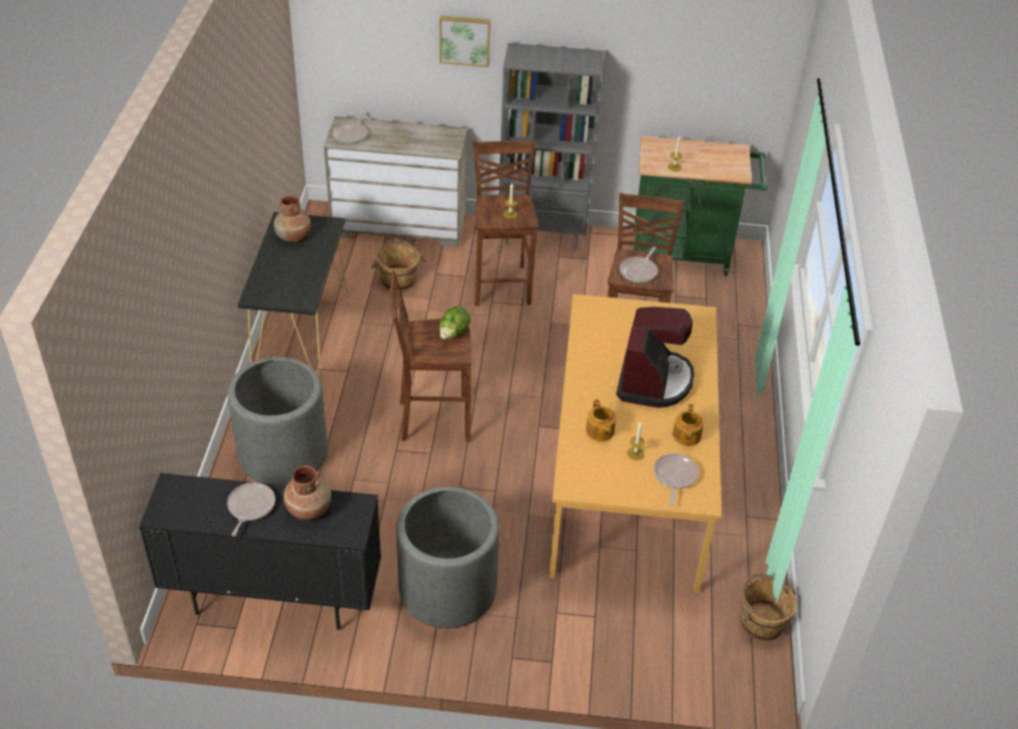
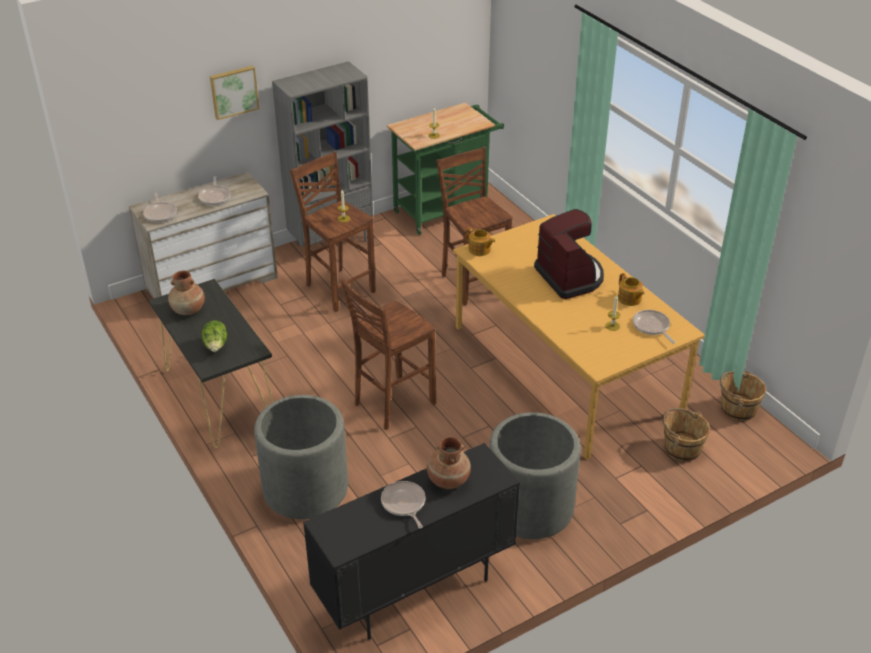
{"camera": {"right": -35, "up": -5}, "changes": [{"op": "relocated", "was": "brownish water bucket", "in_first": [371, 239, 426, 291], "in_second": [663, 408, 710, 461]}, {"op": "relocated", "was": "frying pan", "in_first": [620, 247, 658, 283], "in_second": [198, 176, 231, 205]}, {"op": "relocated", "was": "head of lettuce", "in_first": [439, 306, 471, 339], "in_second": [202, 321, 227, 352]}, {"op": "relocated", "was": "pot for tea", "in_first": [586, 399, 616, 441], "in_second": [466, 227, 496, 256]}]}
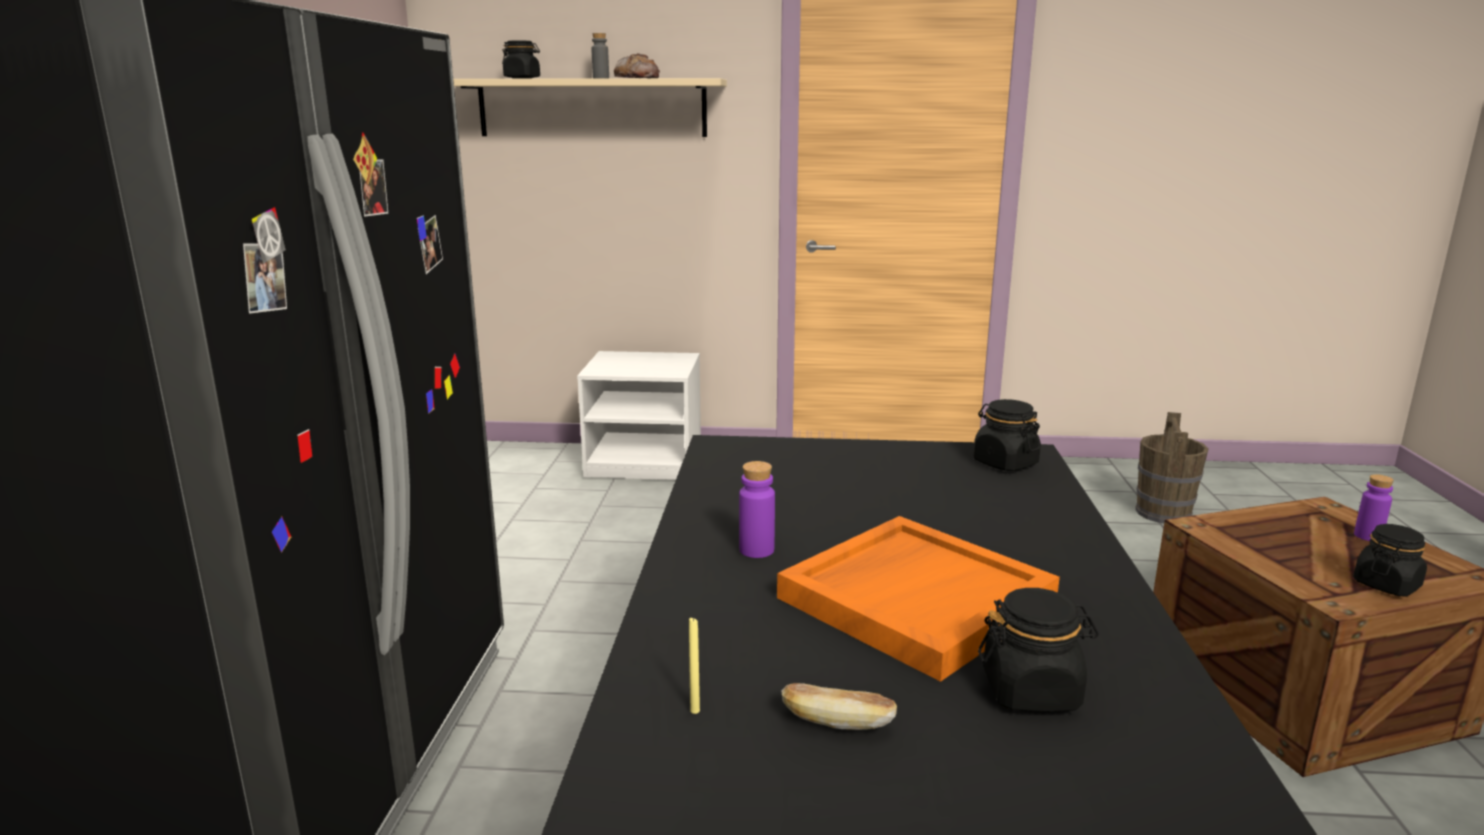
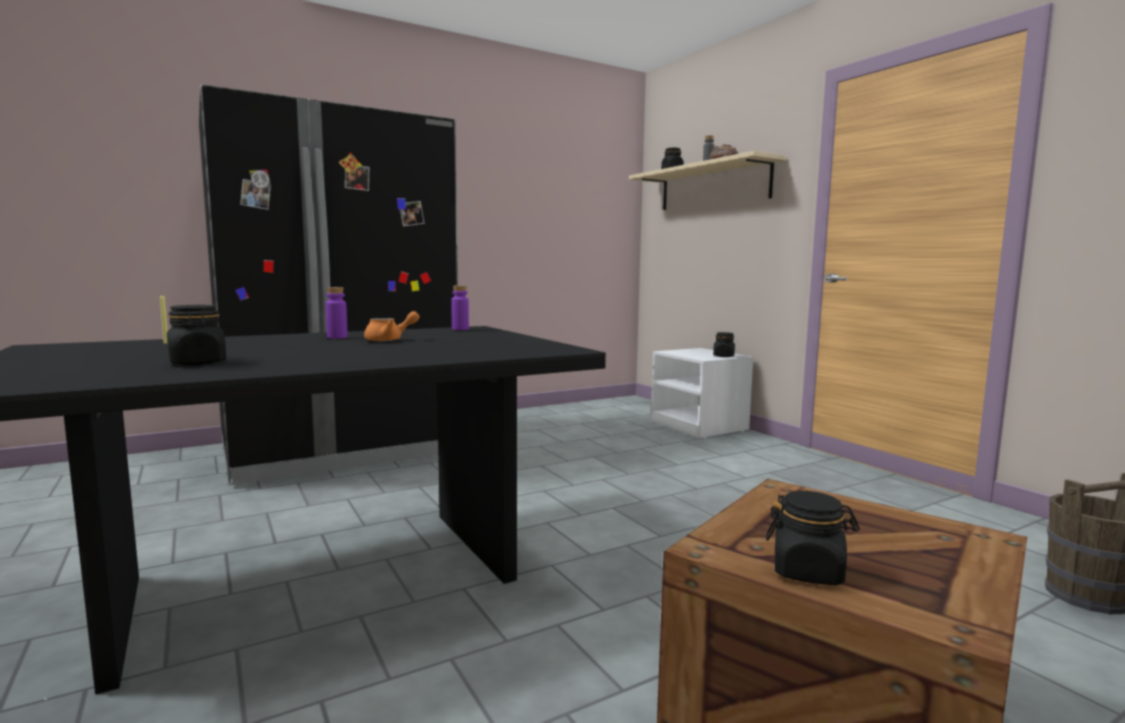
{"camera": {"right": 55, "up": -10}, "changes": [{"op": "relocated", "was": "black storage jar", "in_first": [973, 399, 1041, 471], "in_second": [713, 332, 735, 357]}, {"op": "relocated", "was": "purplish beverage bottle", "in_first": [1354, 474, 1394, 541], "in_second": [451, 286, 469, 330]}, {"op": "missing", "was": "orange carrying tray", "in_first": [777, 516, 1060, 682]}, {"op": "missing", "was": "bread", "in_first": [782, 683, 897, 730]}, {"op": "appeared", "now": "orange pot for tea", "in_second": [364, 311, 419, 342]}]}
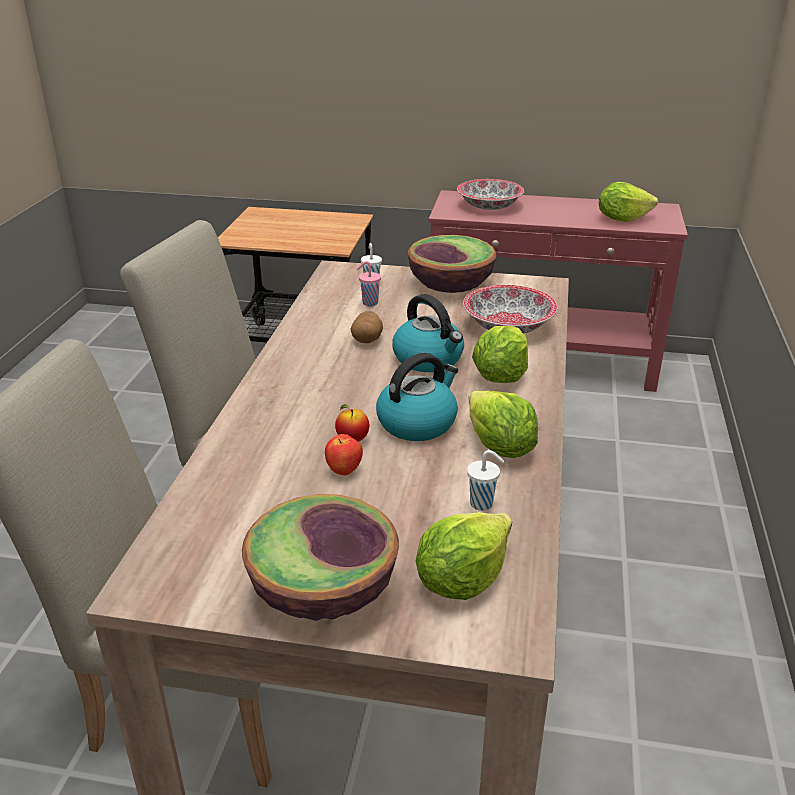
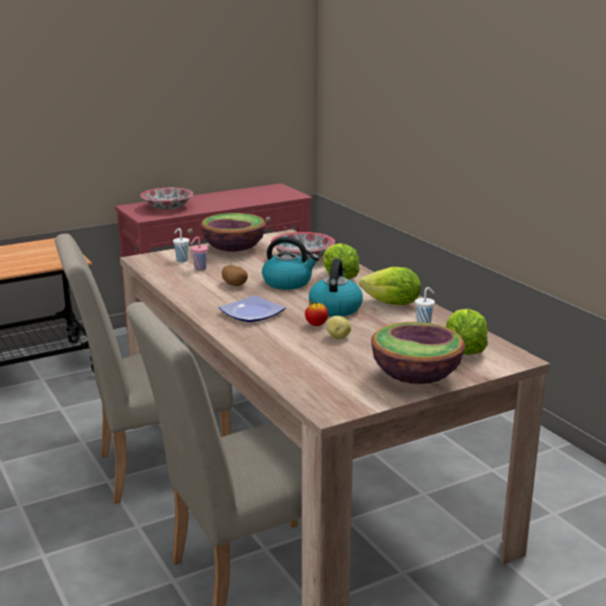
{"camera": {"right": -40, "up": -10}, "changes": [{"op": "missing", "was": "head of lettuce", "in_first": [599, 182, 658, 222]}, {"op": "exchanged", "was": "apple", "now": "potato", "in_first": [325, 434, 363, 475], "in_second": [326, 316, 351, 339]}, {"op": "appeared", "now": "flat dish", "in_second": [218, 295, 286, 322]}]}
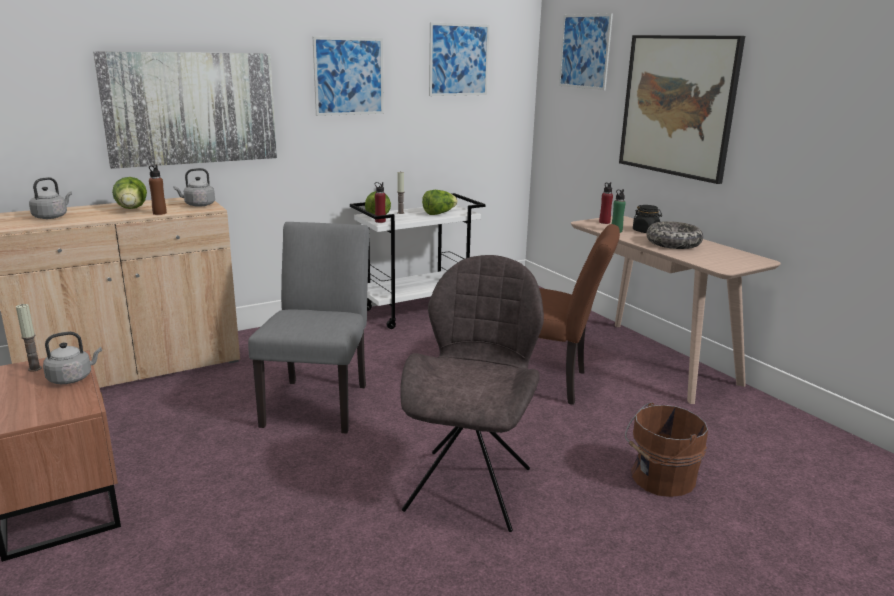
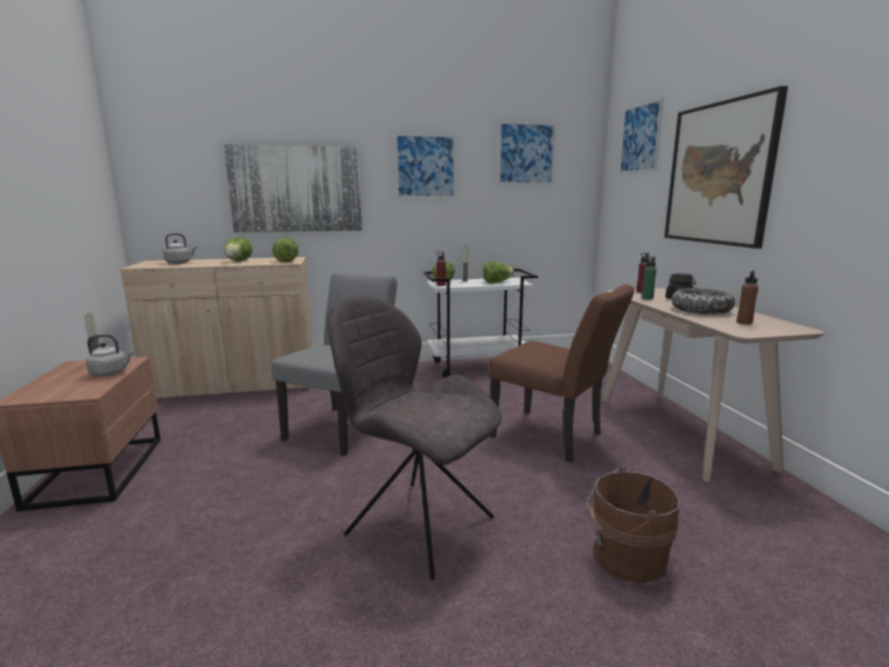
{"camera": {"right": 20, "up": -5}, "changes": [{"op": "relocated", "was": "brownish beverage bottle", "in_first": [149, 165, 167, 215], "in_second": [736, 271, 758, 325]}, {"op": "exchanged", "was": "grey water kettle", "now": "head of lettuce", "in_first": [173, 168, 215, 207], "in_second": [272, 238, 298, 262]}, {"op": "spun", "was": "grey chair", "in_first": [400, 255, 544, 532], "in_second": [327, 297, 502, 580], "clockwise": -90}]}
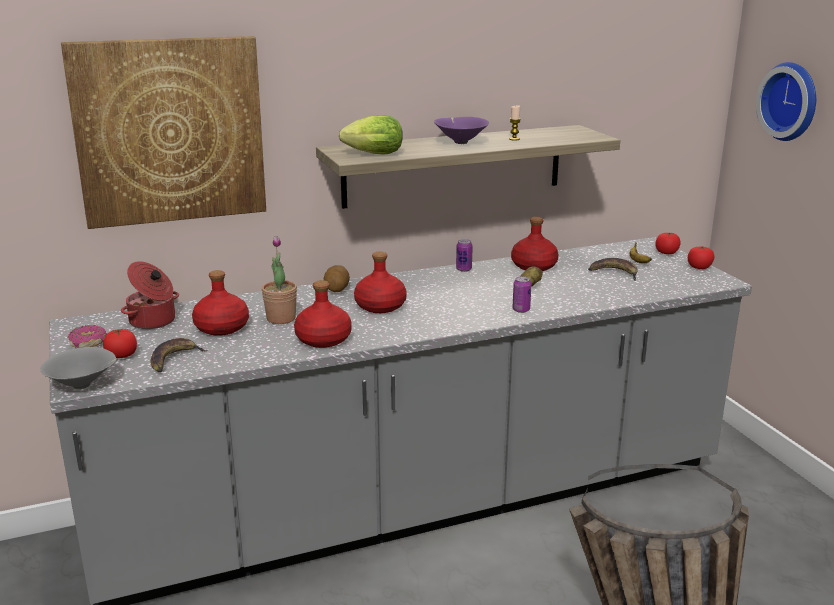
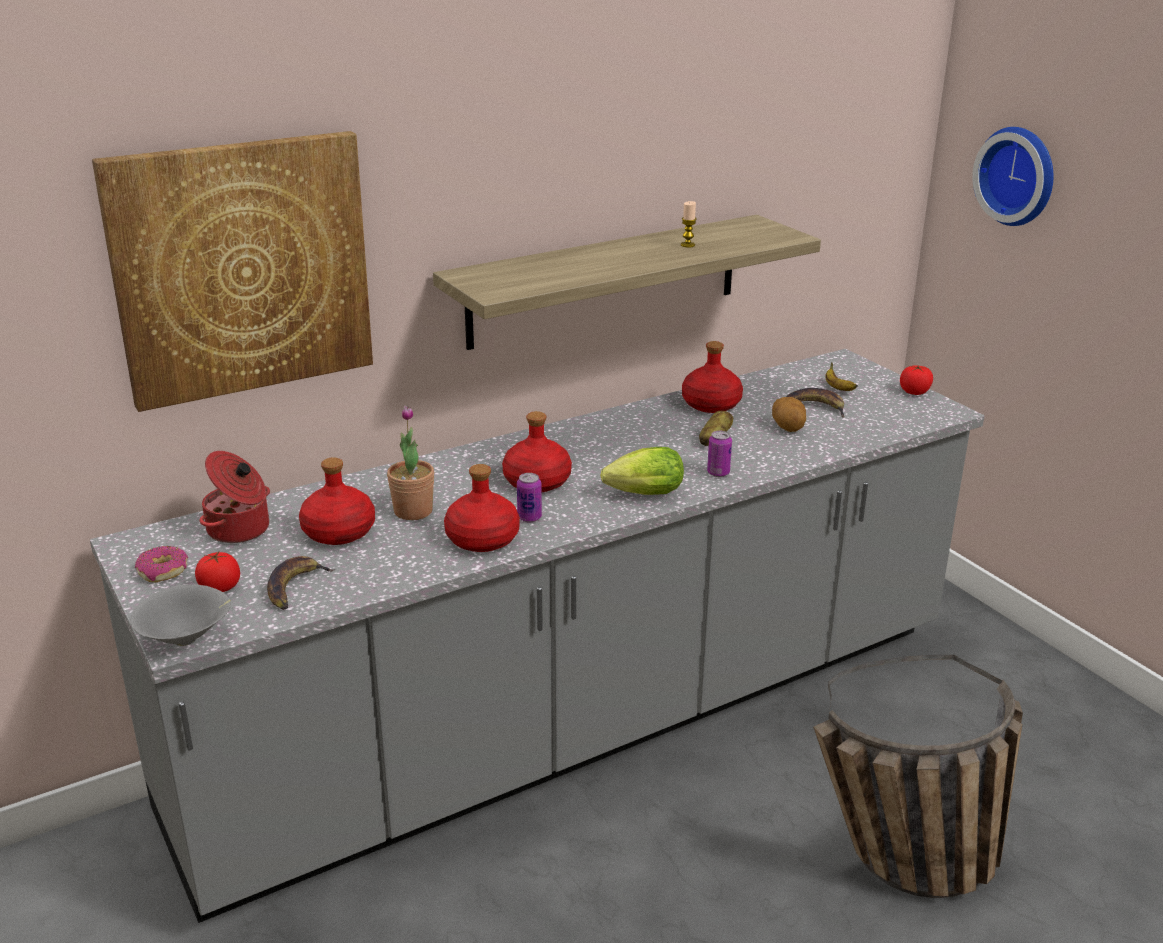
{"camera": {"right": -10, "up": 5}, "changes": [{"op": "relocated", "was": "head of lettuce", "in_first": [339, 115, 403, 155], "in_second": [600, 447, 684, 495]}, {"op": "missing", "was": "purplish bowl", "in_first": [434, 117, 489, 144]}, {"op": "missing", "was": "fresh tomato", "in_first": [655, 232, 681, 254]}, {"op": "relocated", "was": "sealed can", "in_first": [456, 239, 473, 272], "in_second": [517, 473, 542, 522]}, {"op": "relocated", "was": "potato", "in_first": [324, 265, 350, 292], "in_second": [772, 397, 806, 432]}]}
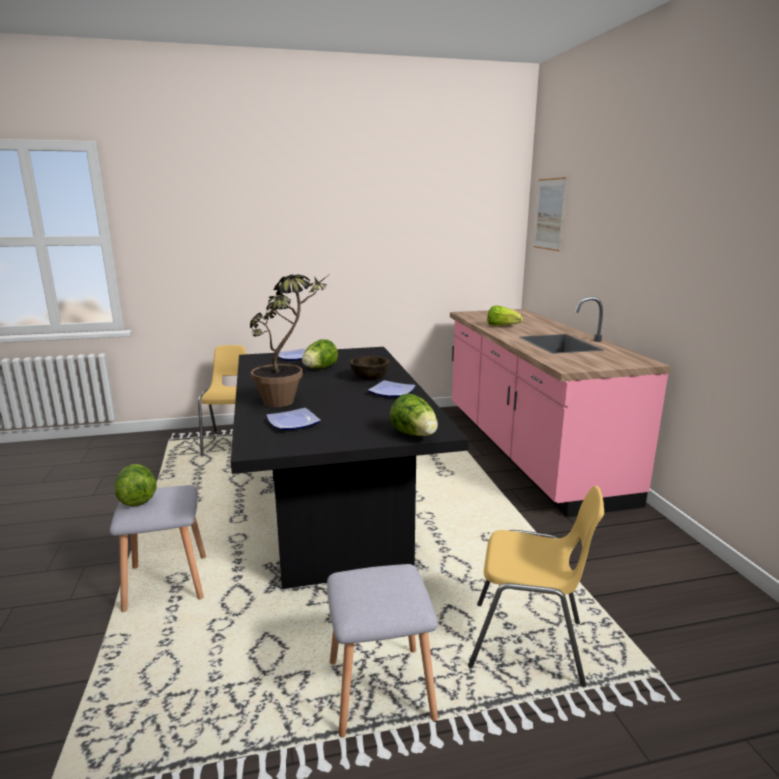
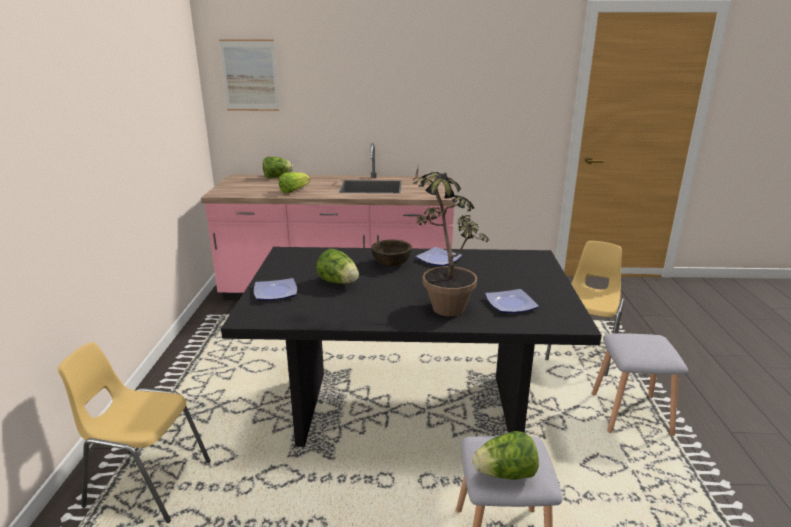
{"camera": {"right": -75, "up": 5}, "changes": [{"op": "relocated", "was": "head of lettuce", "in_first": [390, 393, 438, 436], "in_second": [263, 157, 293, 178]}]}
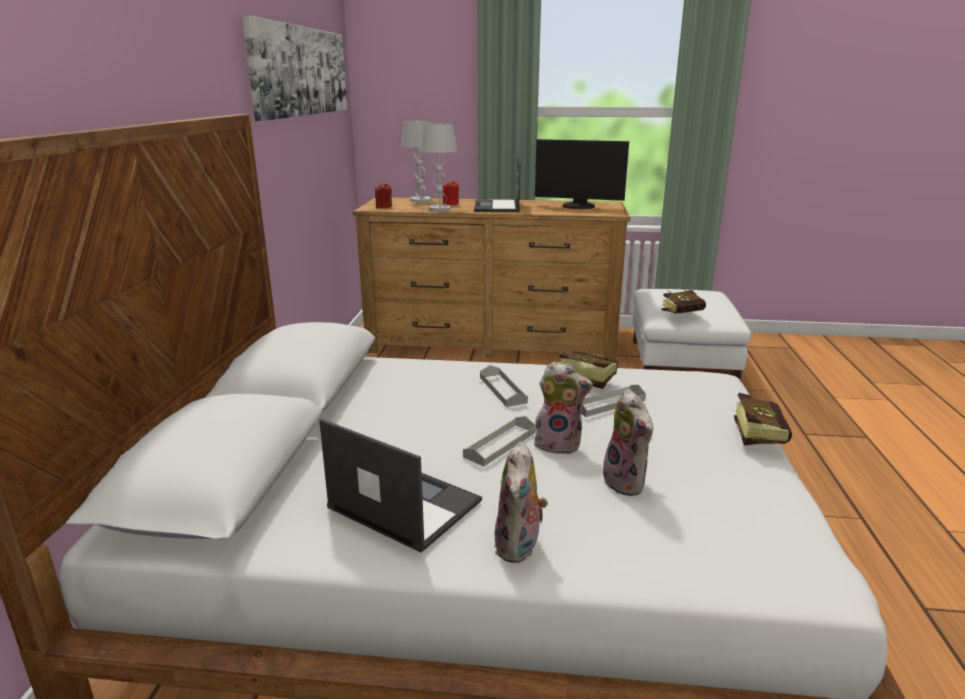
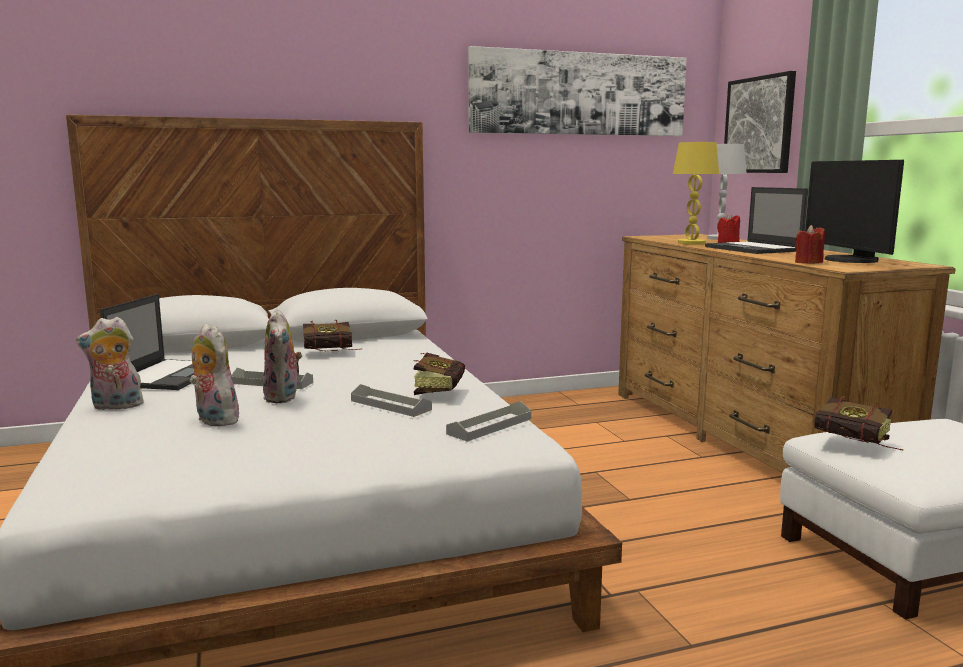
{"camera": {"right": 65, "up": -10}, "changes": [{"op": "colour", "was": "white-coloured tabletop lamp", "now": "yellowish tabletop lamp", "in_first": [420, 123, 458, 211], "in_second": [673, 142, 719, 245]}, {"op": "spun", "was": "notebook computer", "in_first": [474, 157, 520, 212], "in_second": [705, 187, 808, 254], "clockwise": -90}, {"op": "relocated", "was": "red candle", "in_first": [374, 183, 392, 208], "in_second": [795, 225, 825, 264]}, {"op": "relocated", "was": "grey carrying tray", "in_first": [480, 365, 528, 407], "in_second": [446, 401, 531, 442]}, {"op": "spun", "was": "cuddly toy", "in_first": [603, 389, 653, 496], "in_second": [189, 324, 240, 426], "clockwise": 90}, {"op": "relocated", "was": "bound book", "in_first": [734, 393, 792, 446], "in_second": [303, 320, 363, 351]}, {"op": "appeared", "now": "wall picture", "in_second": [724, 71, 796, 173]}]}
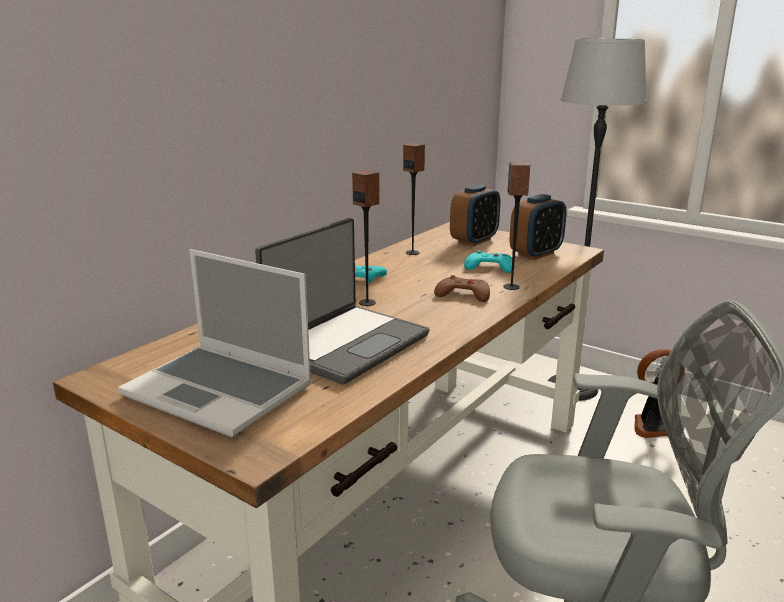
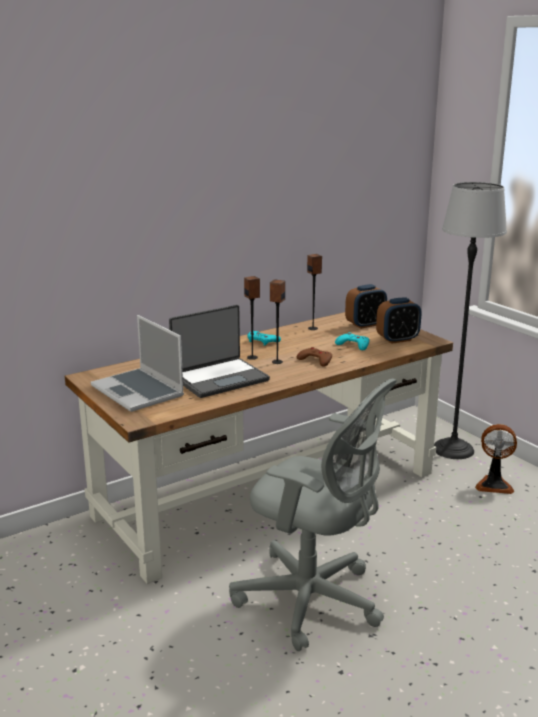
{"camera": {"right": 20, "up": 0}, "changes": [{"op": "relocated", "was": "loudspeaker", "in_first": [503, 162, 530, 290], "in_second": [270, 279, 285, 364]}]}
